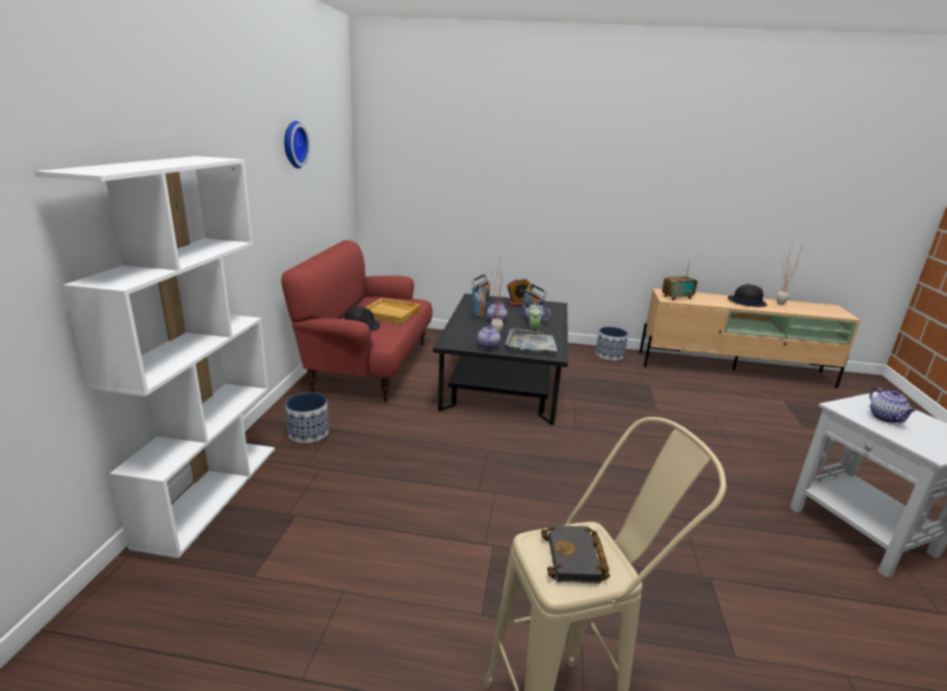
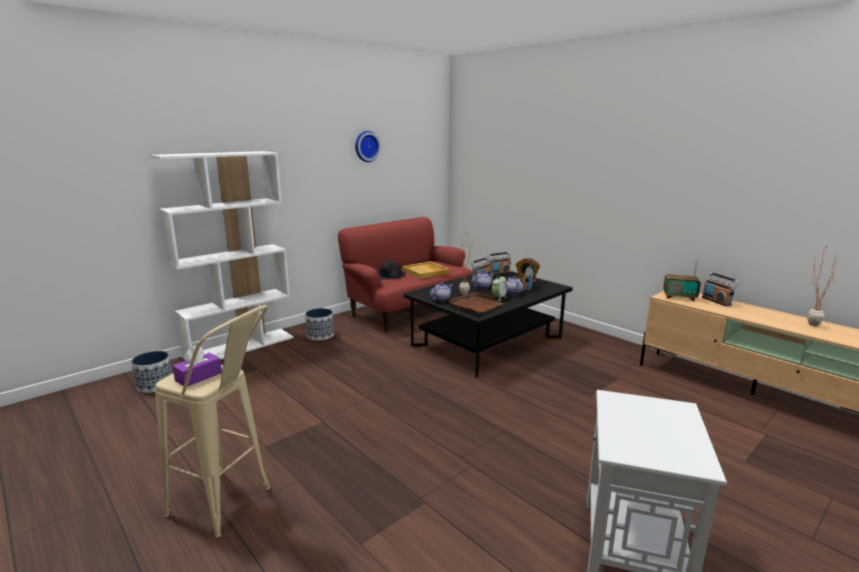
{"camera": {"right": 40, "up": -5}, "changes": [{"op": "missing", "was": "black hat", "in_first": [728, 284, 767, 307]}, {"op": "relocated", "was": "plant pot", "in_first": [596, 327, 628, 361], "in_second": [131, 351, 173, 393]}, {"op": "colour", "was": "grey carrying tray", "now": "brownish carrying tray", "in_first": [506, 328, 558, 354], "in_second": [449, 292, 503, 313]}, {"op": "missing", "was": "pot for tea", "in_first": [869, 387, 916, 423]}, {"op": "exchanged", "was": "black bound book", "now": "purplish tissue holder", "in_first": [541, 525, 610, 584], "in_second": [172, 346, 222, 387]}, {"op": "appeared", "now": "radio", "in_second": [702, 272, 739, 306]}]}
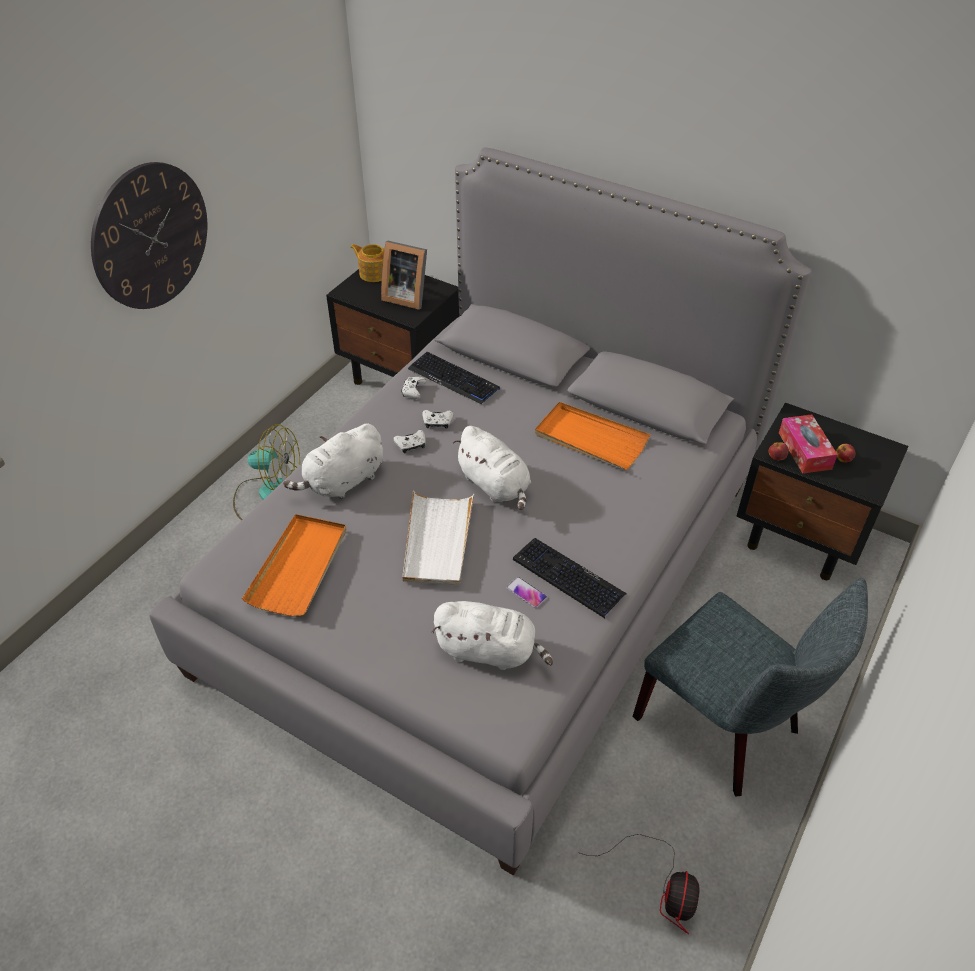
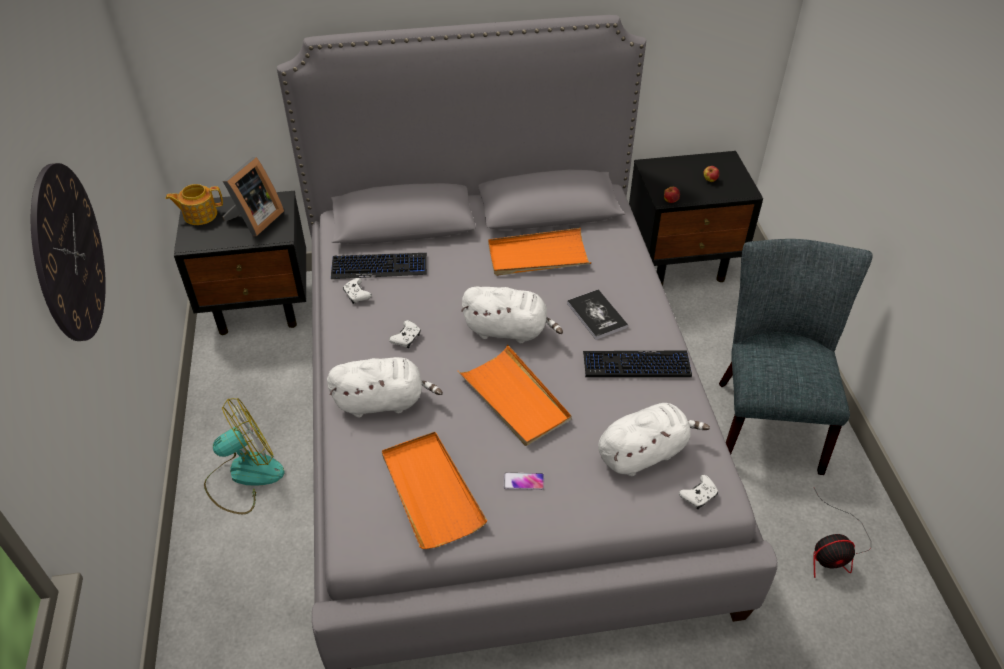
{"camera": {"right": -40, "up": 0}, "changes": [{"op": "spun", "was": "standing frame", "in_first": [381, 241, 427, 310], "in_second": [222, 157, 284, 236], "clockwise": -45}, {"op": "relocated", "was": "white-coloured joypad", "in_first": [422, 410, 453, 429], "in_second": [679, 475, 718, 510]}, {"op": "missing", "was": "tissue holder", "in_first": [779, 414, 838, 474]}, {"op": "spun", "was": "white-coloured cuddly toy", "in_first": [283, 423, 383, 499], "in_second": [327, 357, 443, 418], "clockwise": -105}, {"op": "colour", "was": "white-coloured carrying tray", "now": "orange carrying tray", "in_first": [403, 490, 474, 585], "in_second": [458, 345, 572, 446]}, {"op": "relocated", "was": "phone", "in_first": [506, 577, 547, 608], "in_second": [504, 473, 544, 490]}, {"op": "spun", "was": "grey chair", "in_first": [632, 578, 868, 797], "in_second": [719, 239, 873, 475], "clockwise": -90}, {"op": "spun", "was": "electric fan", "in_first": [580, 834, 700, 934], "in_second": [813, 488, 871, 578], "clockwise": 105}, {"op": "appeared", "now": "bound book", "in_second": [567, 290, 628, 340]}]}
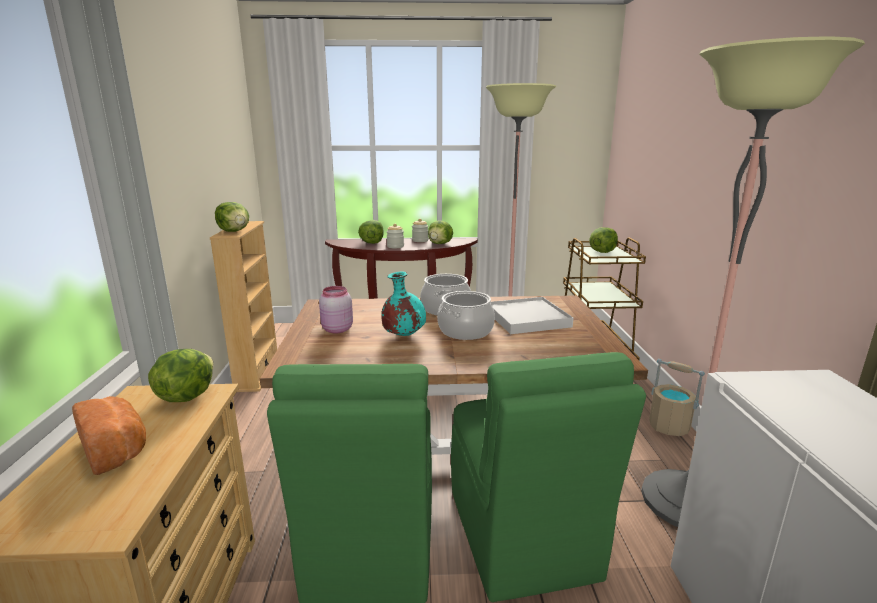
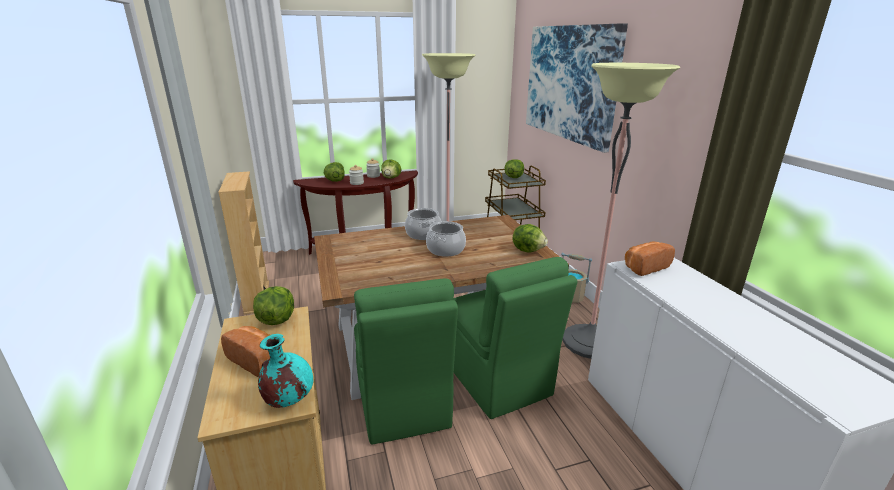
{"camera": {"right": -15, "up": 5}, "changes": [{"op": "relocated", "was": "head of lettuce", "in_first": [215, 202, 249, 232], "in_second": [513, 224, 548, 252]}, {"op": "relocated", "was": "turquoise decorative vase", "in_first": [381, 272, 426, 336], "in_second": [258, 334, 313, 408]}, {"op": "missing", "was": "pink storage jar", "in_first": [319, 286, 353, 333]}, {"op": "missing", "was": "white-coloured carrying tray", "in_first": [491, 297, 573, 334]}, {"op": "appeared", "now": "wall picture", "in_second": [526, 23, 628, 153]}, {"op": "appeared", "now": "bread", "in_second": [625, 242, 675, 276]}]}
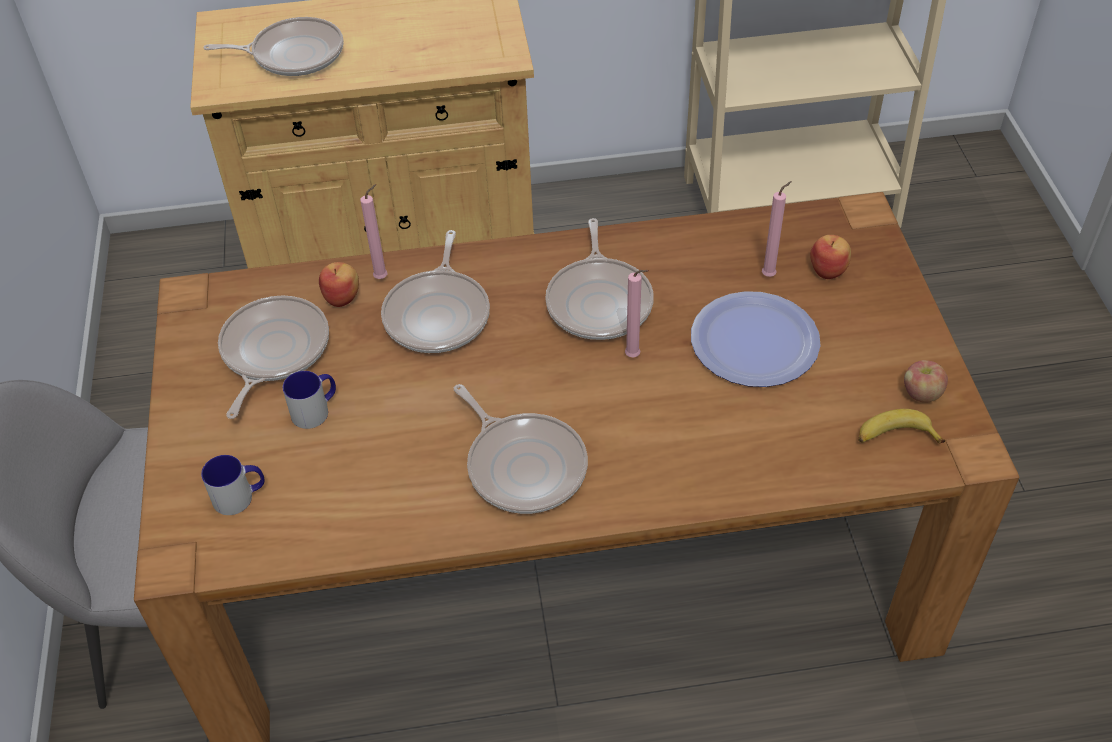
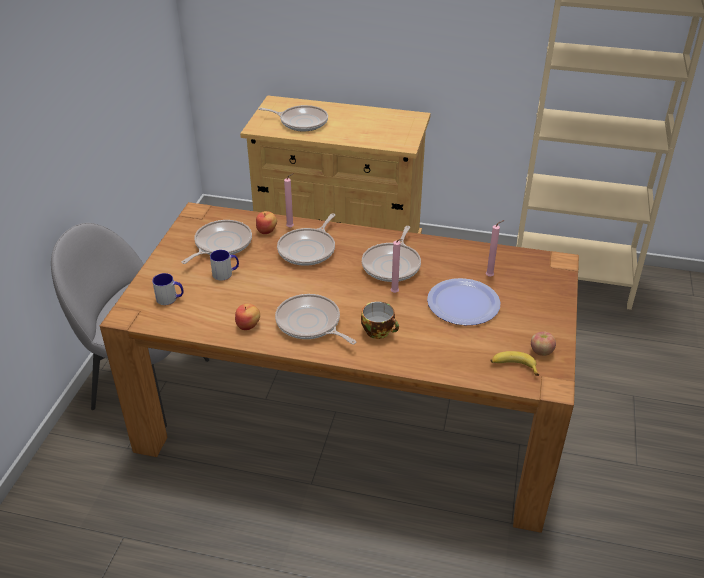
{"camera": {"right": 20, "up": -10}, "changes": [{"op": "relocated", "was": "apple", "in_first": [810, 235, 851, 279], "in_second": [235, 304, 260, 330]}, {"op": "spun", "was": "frying pan", "in_first": [454, 384, 588, 514], "in_second": [275, 294, 356, 344], "clockwise": 150}, {"op": "appeared", "now": "cup", "in_second": [361, 301, 399, 339]}]}
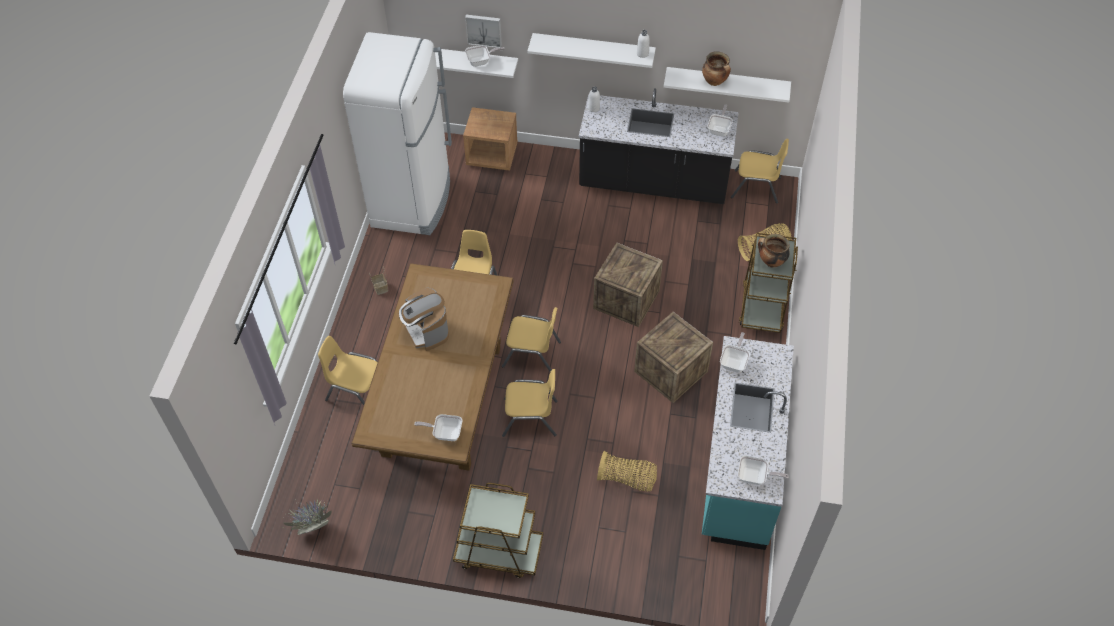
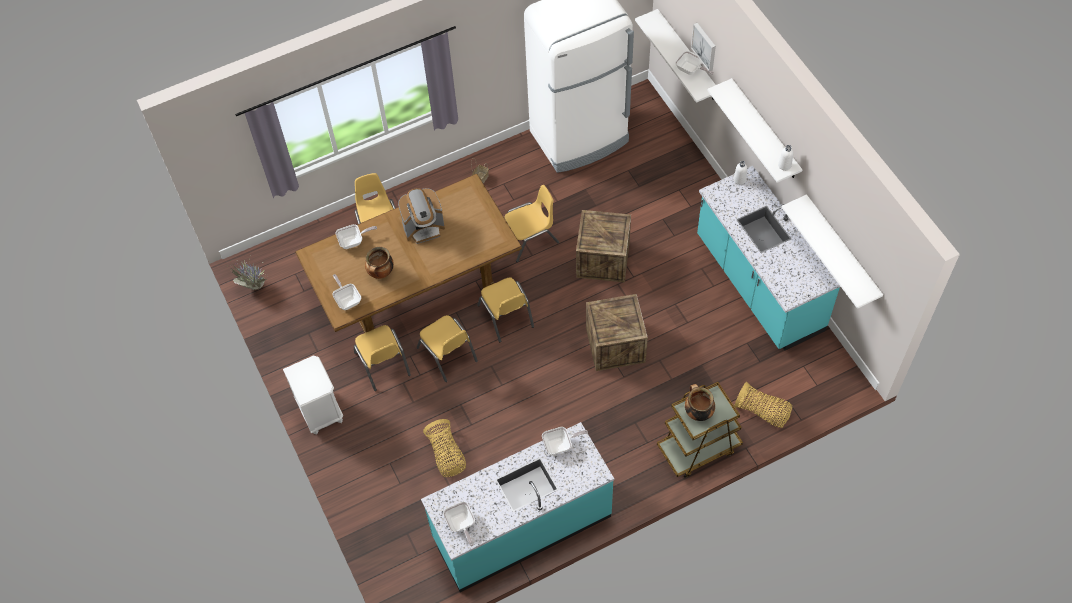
{"camera": {"right": 55, "up": 5}, "changes": [{"op": "relocated", "was": "saucepot", "in_first": [702, 51, 731, 86], "in_second": [365, 247, 394, 279]}, {"op": "colour", "was": "black kitchen counter", "now": "turquoise kitchen counter", "in_first": [579, 88, 739, 204], "in_second": [697, 166, 841, 350]}, {"op": "relocated", "was": "frying pan", "in_first": [707, 104, 733, 136], "in_second": [335, 224, 377, 249]}, {"op": "missing", "was": "brownish bedside table", "in_first": [463, 107, 518, 171]}, {"op": "relocated", "was": "yellowish chair", "in_first": [731, 139, 789, 204], "in_second": [354, 325, 411, 391]}, {"op": "spun", "was": "coffee maker", "in_first": [399, 288, 449, 351], "in_second": [398, 188, 445, 244], "clockwise": -135}, {"op": "relocated", "was": "shipping crate", "in_first": [634, 312, 713, 403], "in_second": [576, 210, 631, 282]}, {"op": "exchanged", "was": "brownish trolley", "now": "white-coloured bedside table", "in_first": [453, 483, 543, 578], "in_second": [283, 356, 343, 434]}]}
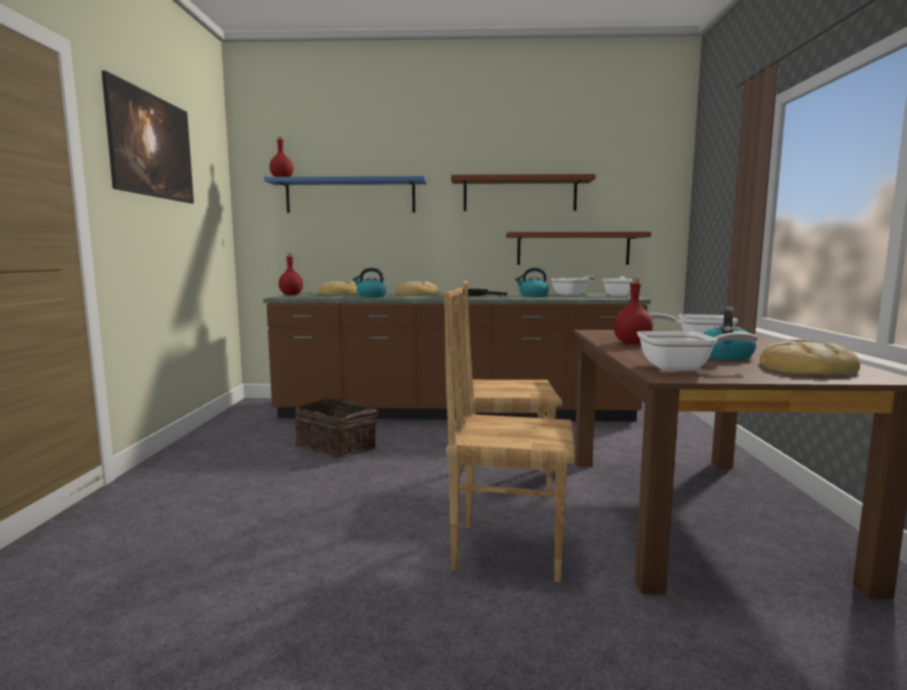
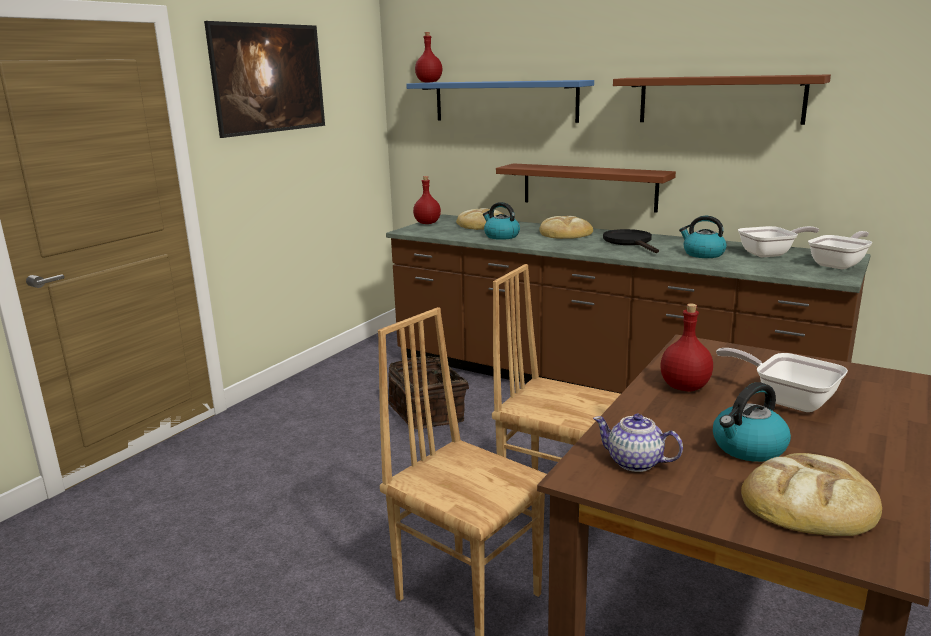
{"camera": {"right": 30, "up": 10}, "changes": [{"op": "relocated", "was": "brownish shelf", "in_first": [506, 232, 651, 265], "in_second": [496, 163, 676, 213]}, {"op": "exchanged", "was": "frying pan", "now": "pot for tea", "in_first": [637, 331, 758, 371], "in_second": [593, 414, 683, 472]}]}
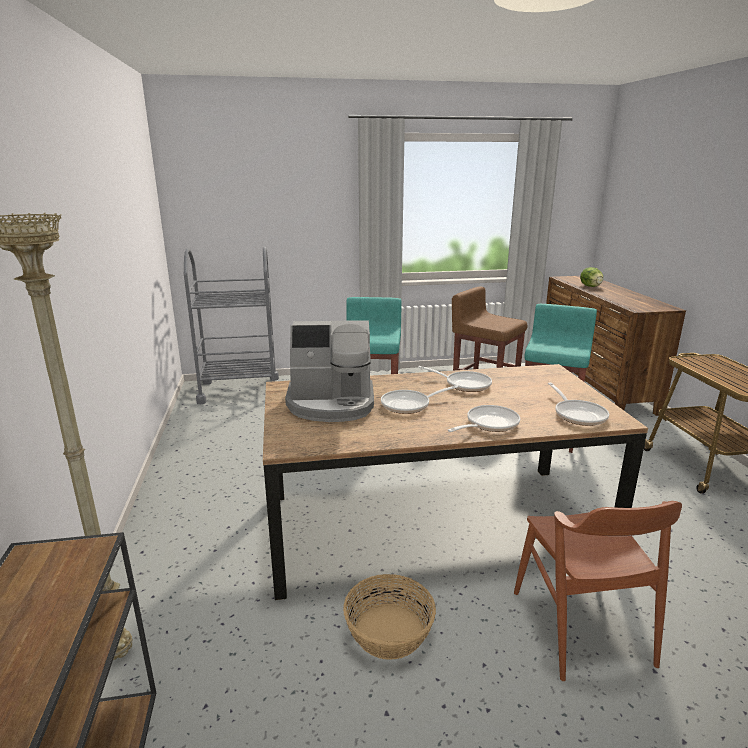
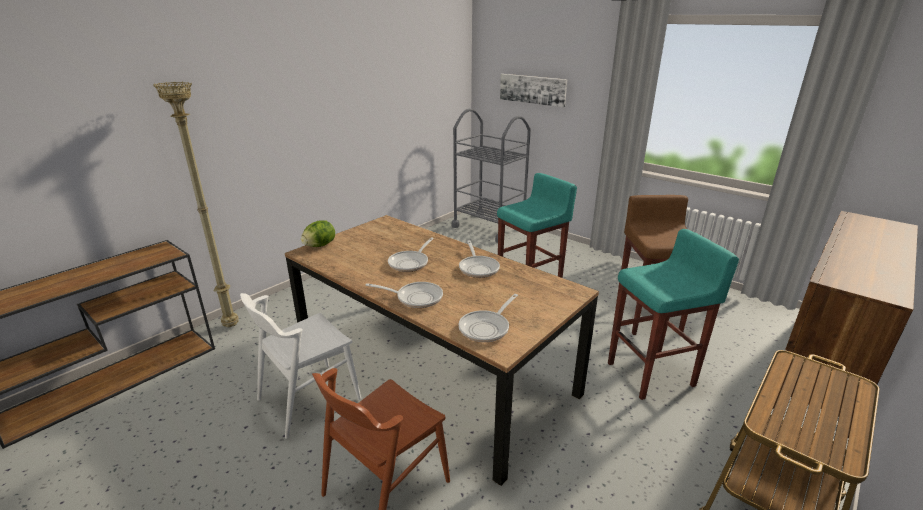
{"camera": {"right": 50, "up": 5}, "changes": [{"op": "relocated", "was": "head of lettuce", "in_first": [580, 267, 603, 287], "in_second": [301, 220, 335, 247]}, {"op": "missing", "was": "coffee maker", "in_first": [285, 320, 374, 422]}, {"op": "spun", "was": "frying pan", "in_first": [381, 385, 458, 414], "in_second": [388, 237, 434, 272], "clockwise": -90}, {"op": "exchanged", "was": "storage basket", "now": "white-coloured chair", "in_first": [343, 574, 436, 660], "in_second": [240, 293, 361, 439]}, {"op": "appeared", "now": "wall picture", "in_second": [500, 74, 567, 107]}]}
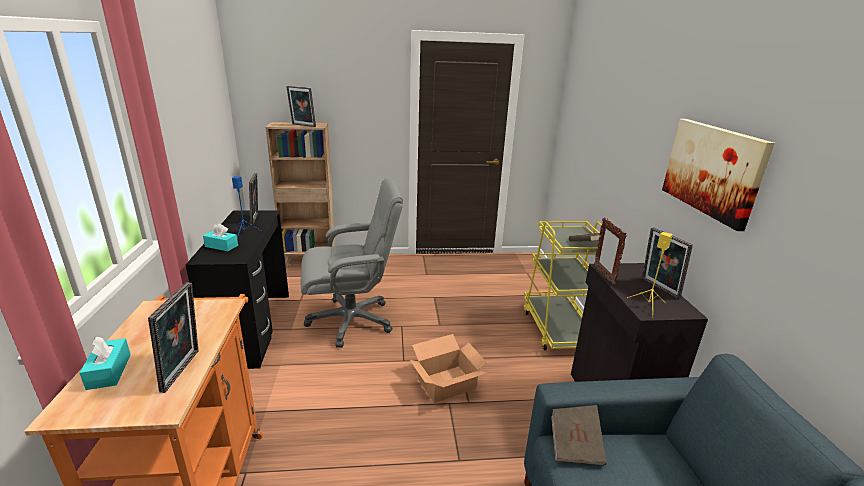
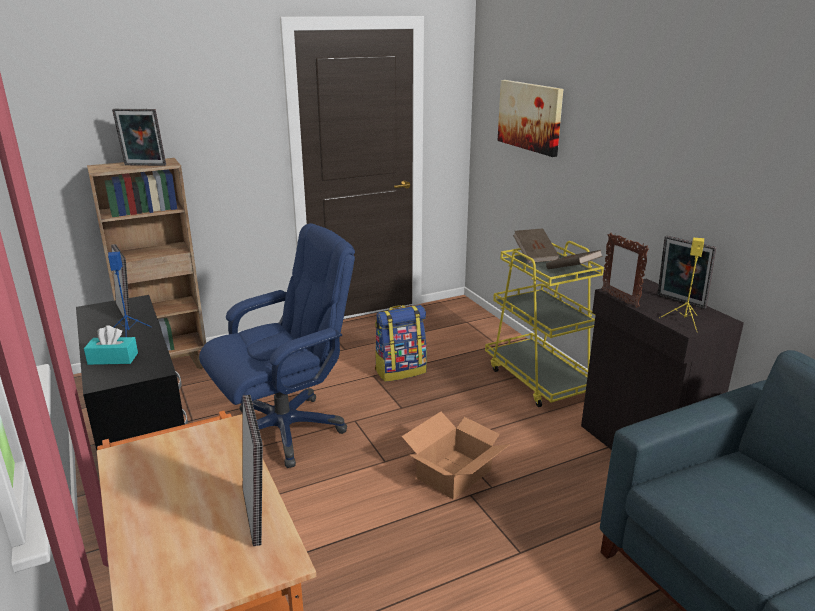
{"camera": {"right": -20, "up": 0}, "changes": [{"op": "relocated", "was": "wall picture", "in_first": [662, 119, 775, 231], "in_second": [497, 80, 563, 157]}, {"op": "colour", "was": "grey office chair", "now": "blue office chair", "in_first": [300, 178, 403, 348], "in_second": [199, 223, 355, 468]}, {"op": "missing", "was": "turquoise tissue holder", "in_first": [79, 337, 131, 390]}, {"op": "relocated", "was": "brownish bound book", "in_first": [551, 405, 607, 466], "in_second": [513, 228, 559, 263]}, {"op": "appeared", "now": "knapsack", "in_second": [375, 305, 427, 382]}]}
